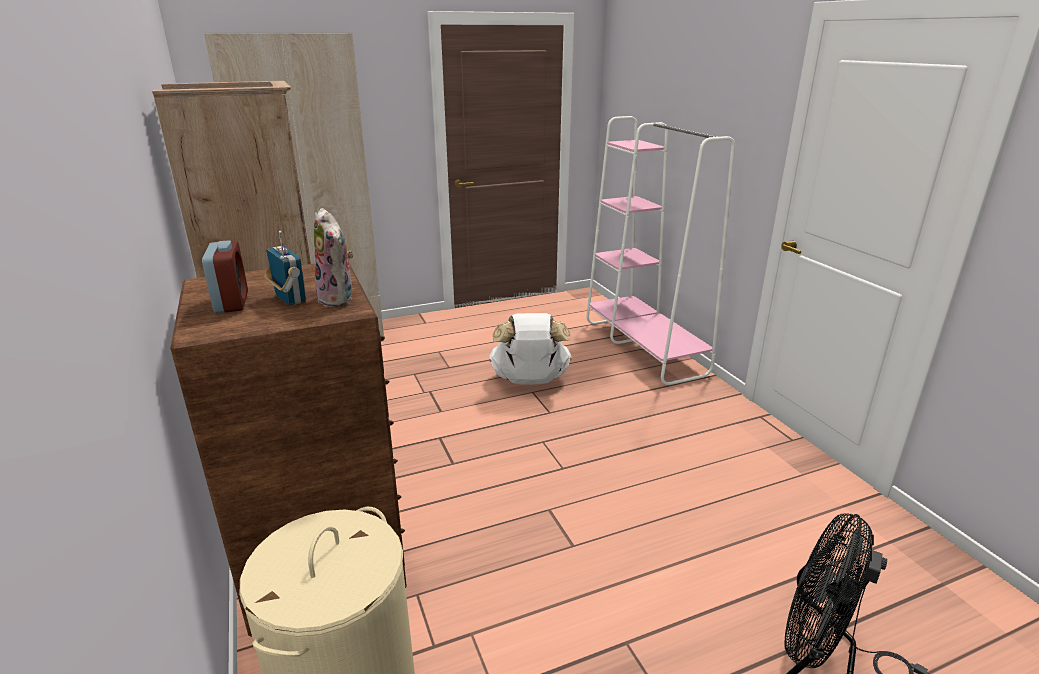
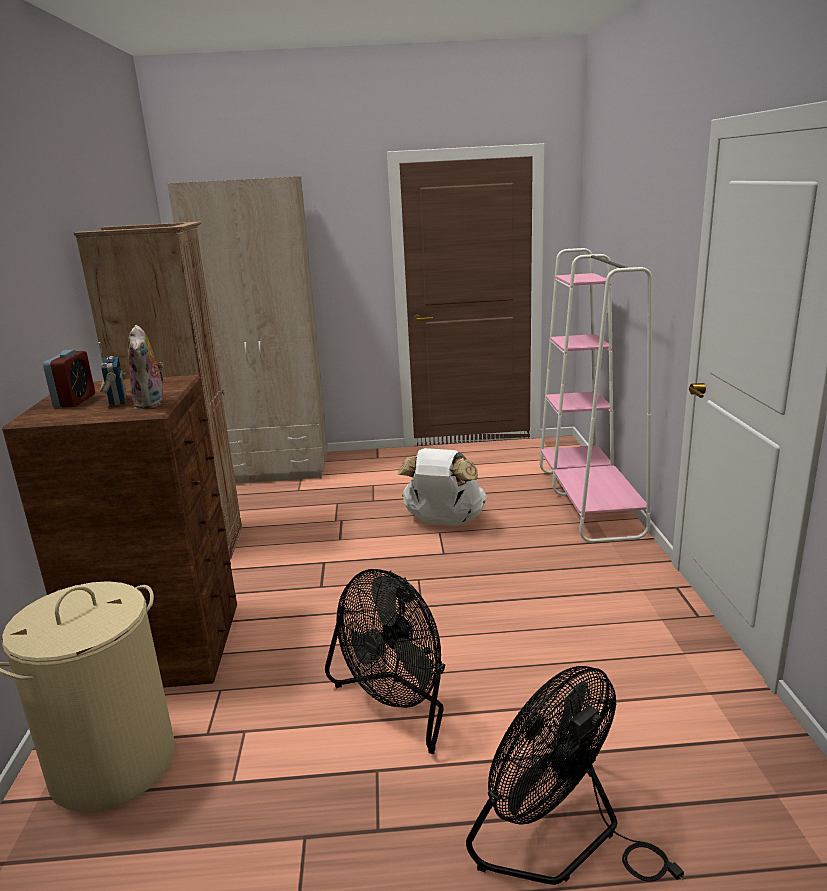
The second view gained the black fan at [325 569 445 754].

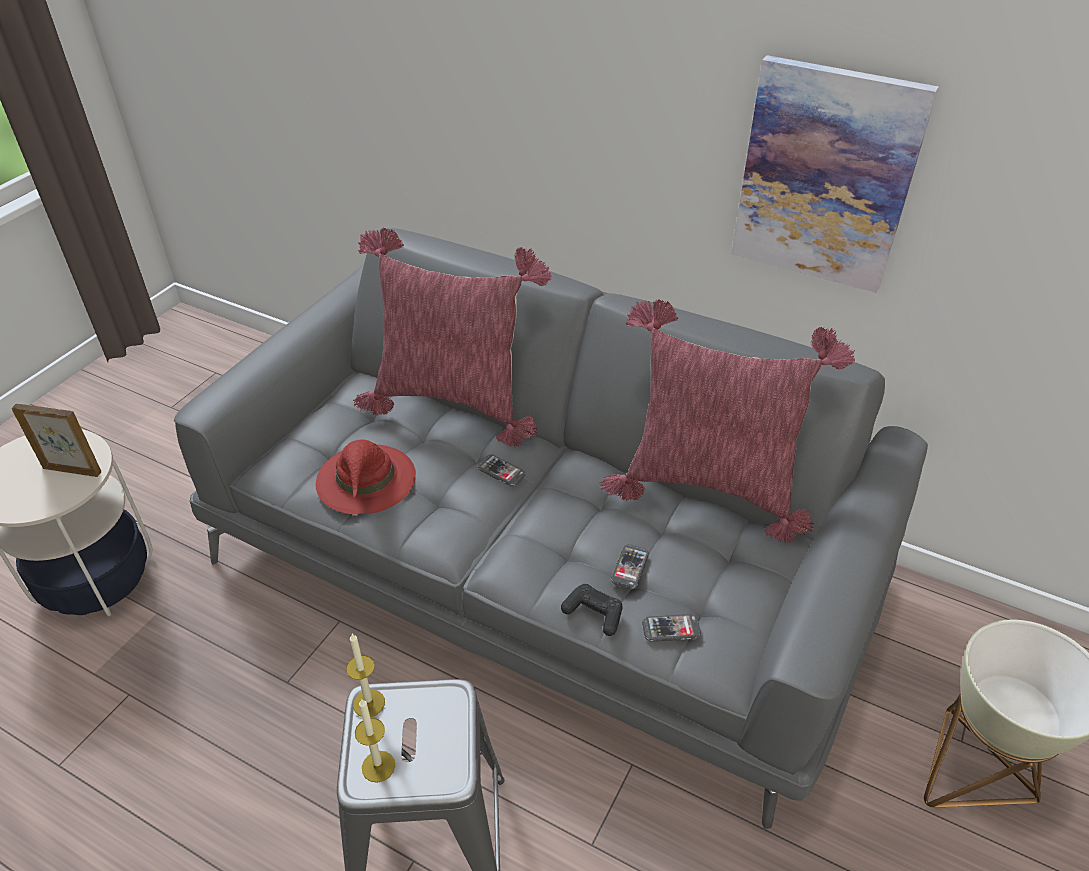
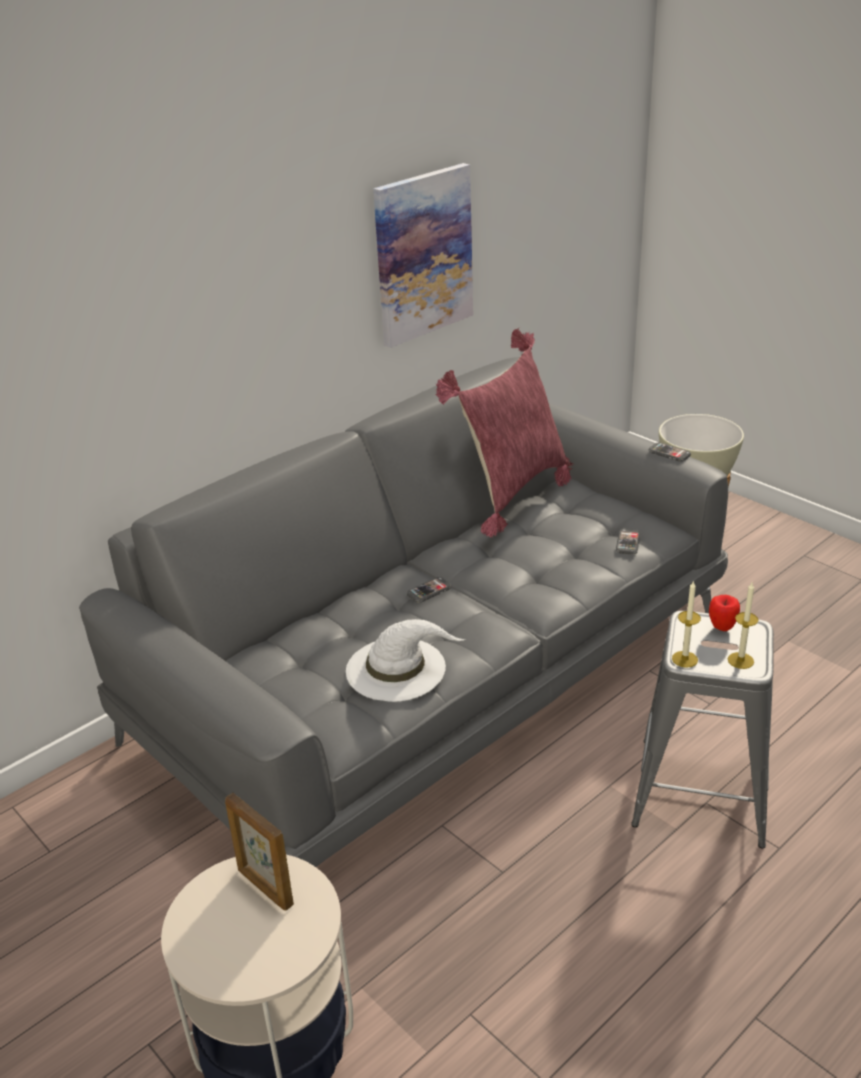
The second view lost the red-coloured pillow at [353 228 551 448].
The second view lost the black gamepad at [561 584 622 636].
The second view gained the apple fruit at [709 595 740 631].
The phone ended up elsewhere, having gone from [611 544 649 589] to [649 442 691 462].
What was the red-coloured wearable hat at [315 439 416 514] turned into the white wearable hat at [346 619 466 702].
The photo frame at [12 404 101 477] ended up facing another way, 75 degrees counterclockwise from before.

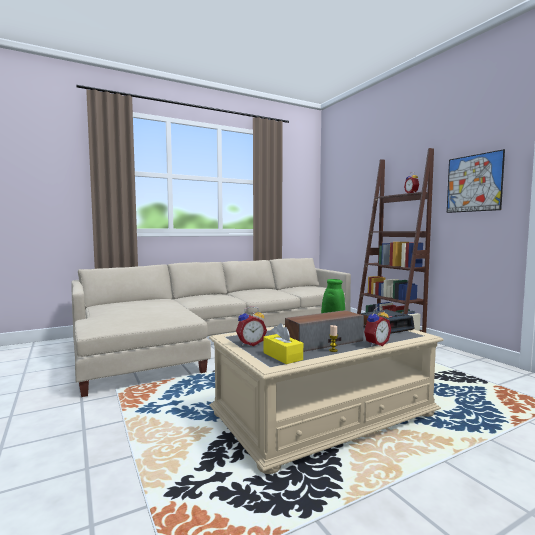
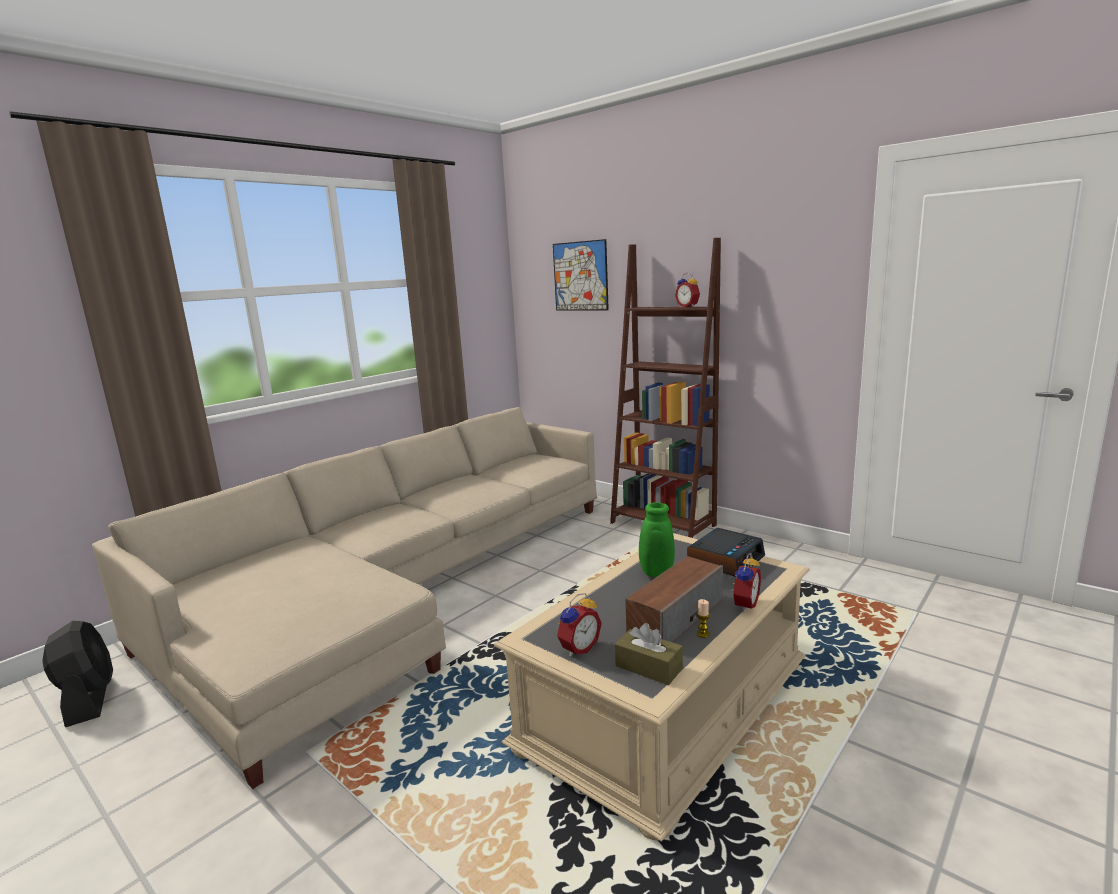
The second view gained the black fan at [42 621 113 727].
The picture ended up elsewhere, having gone from [447 149 505 213] to [553 239 609 311].
What was the yellow tissue holder at [264 323 303 364] turned into the brown tissue holder at [615 623 683 685].

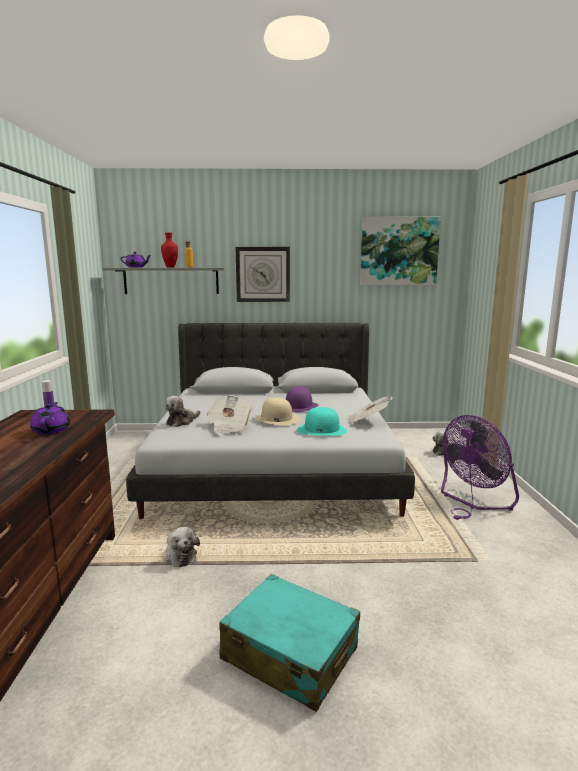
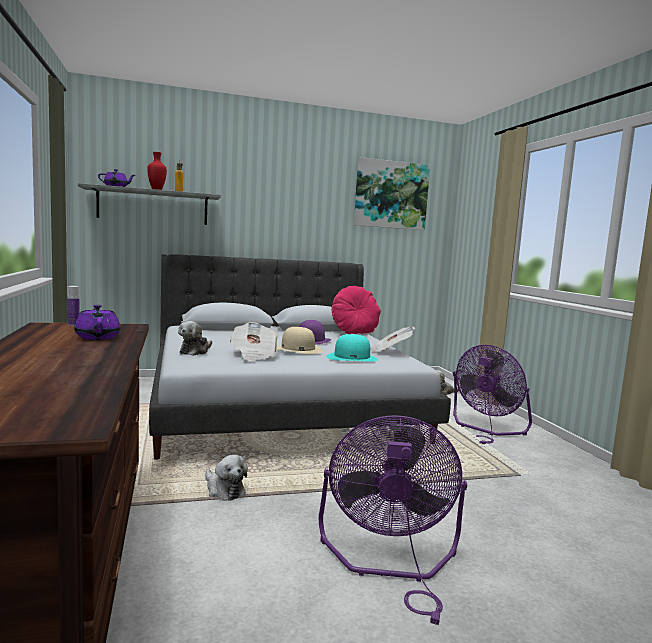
The second view lost the wall clock at [236 247 290 302].
The second view gained the pink-coloured pillow at [332 286 381 334].
Where the turquoise-coloured travel case stood at [219 574 360 712], the purplish fan came to stand at [319 415 467 625].

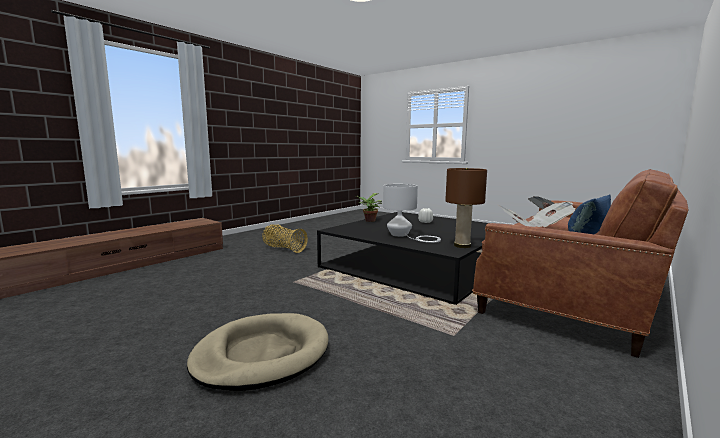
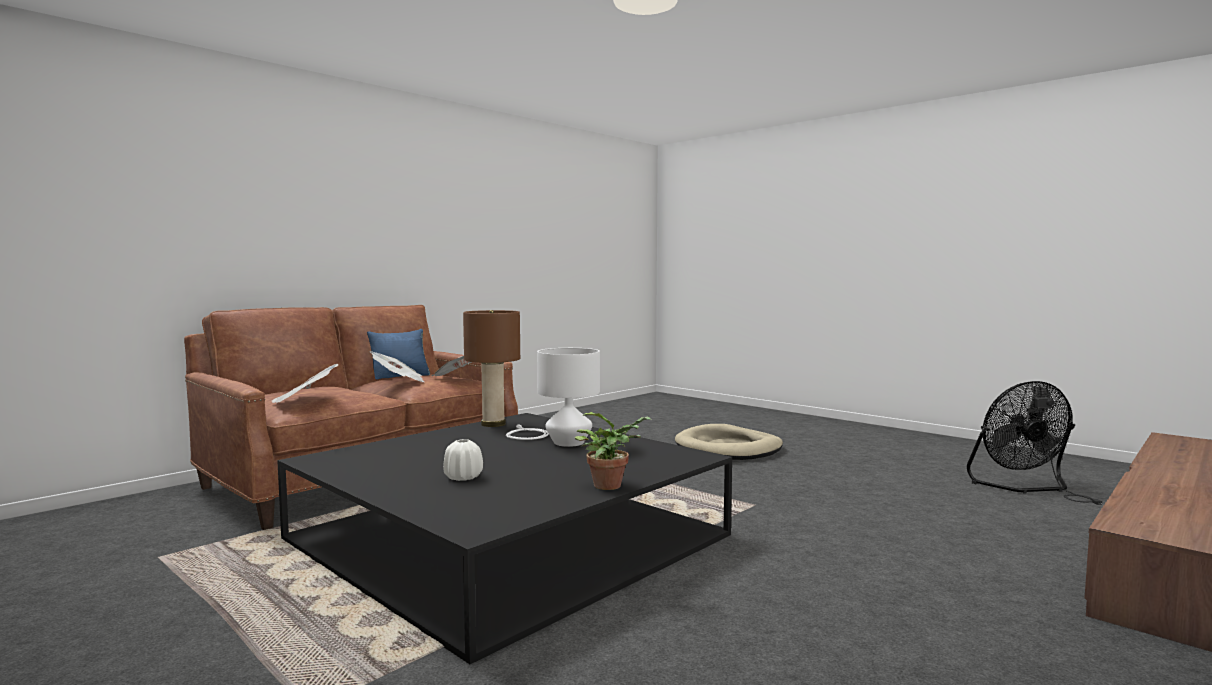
The second view lost the household basket at [262 224 308 253].
The second view gained the black fan at [967 381 1102 505].

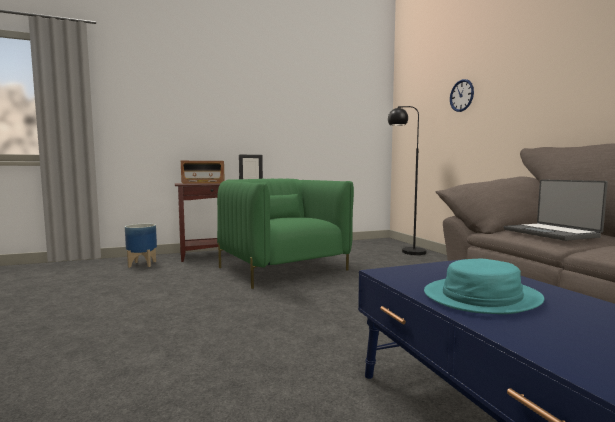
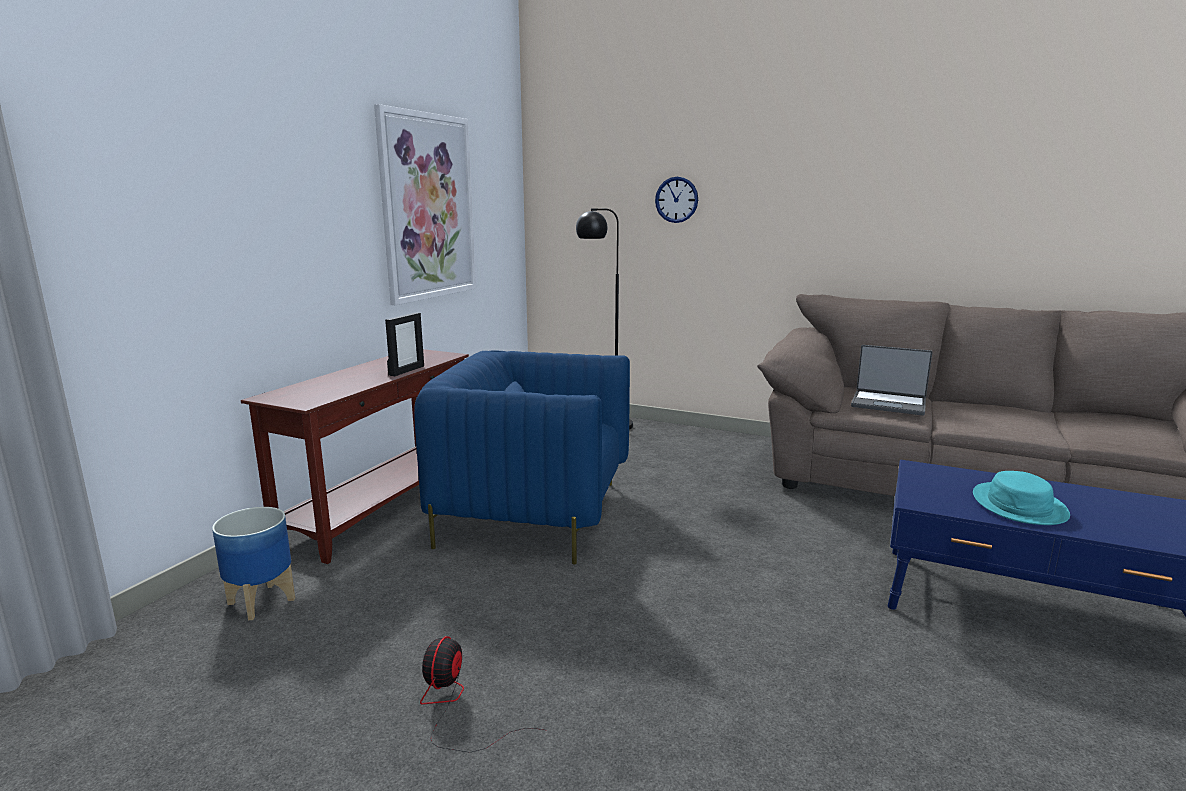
The second view lost the radio at [181 161 225 184].
The second view gained the picture at [374 104 476 305].
The second view gained the fan at [420 636 545 753].
What was the green-coloured armchair at [217 179 354 289] turned into the blue armchair at [414 350 630 565].

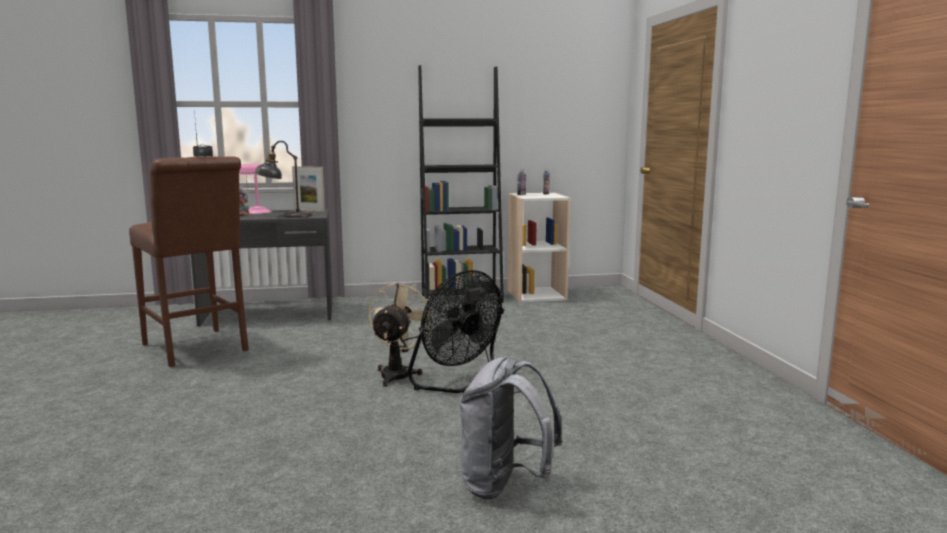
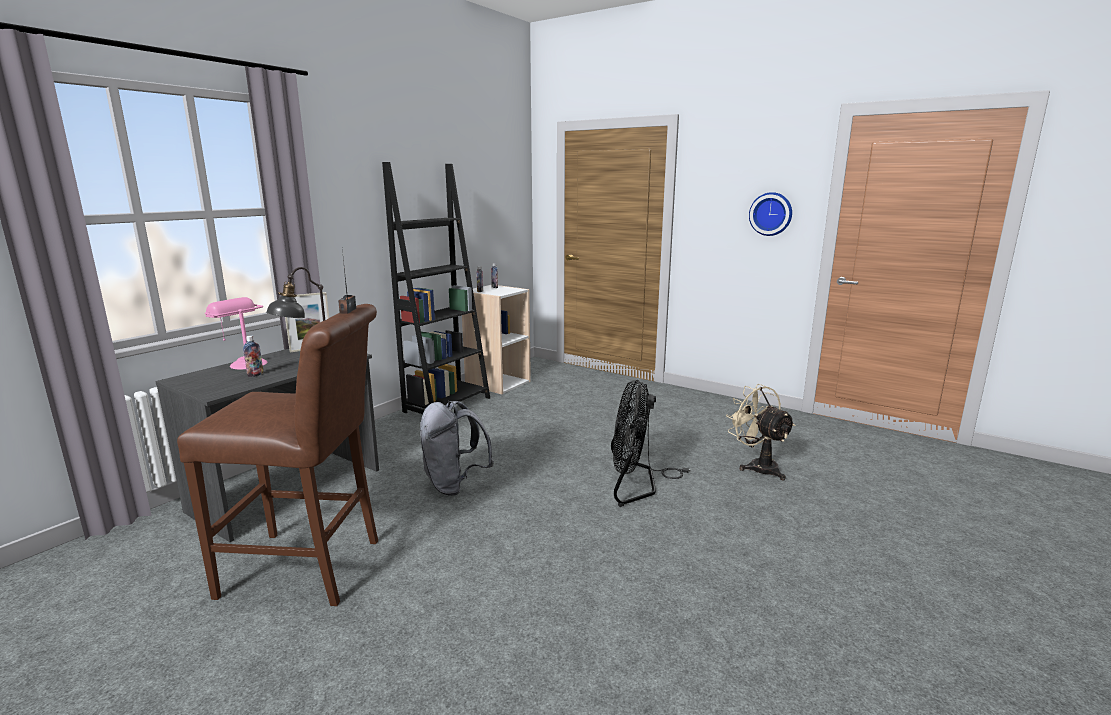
The second view gained the wall clock at [749 192 792 236].
The beige fan ended up elsewhere, having gone from [369 282 435 387] to [726 384 796 481].
The grey backpack ended up elsewhere, having gone from [459 357 562 500] to [420 401 494 496].

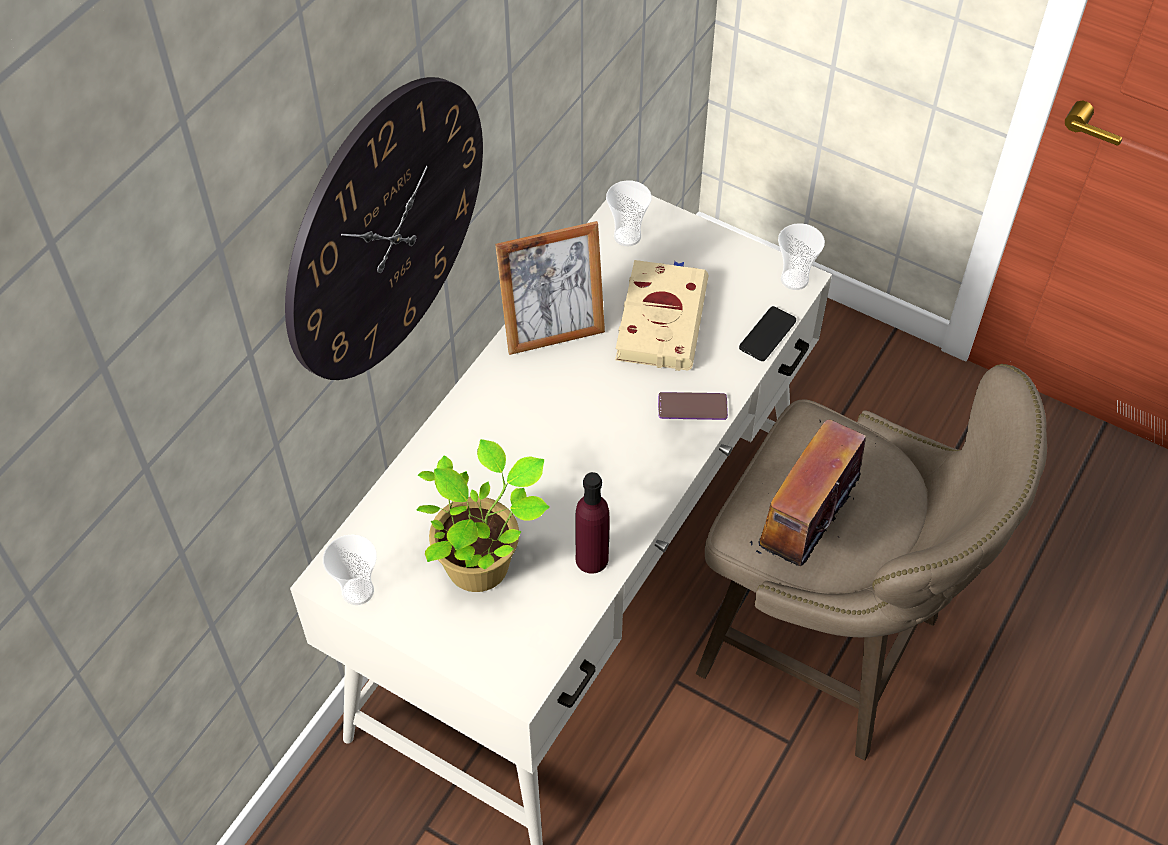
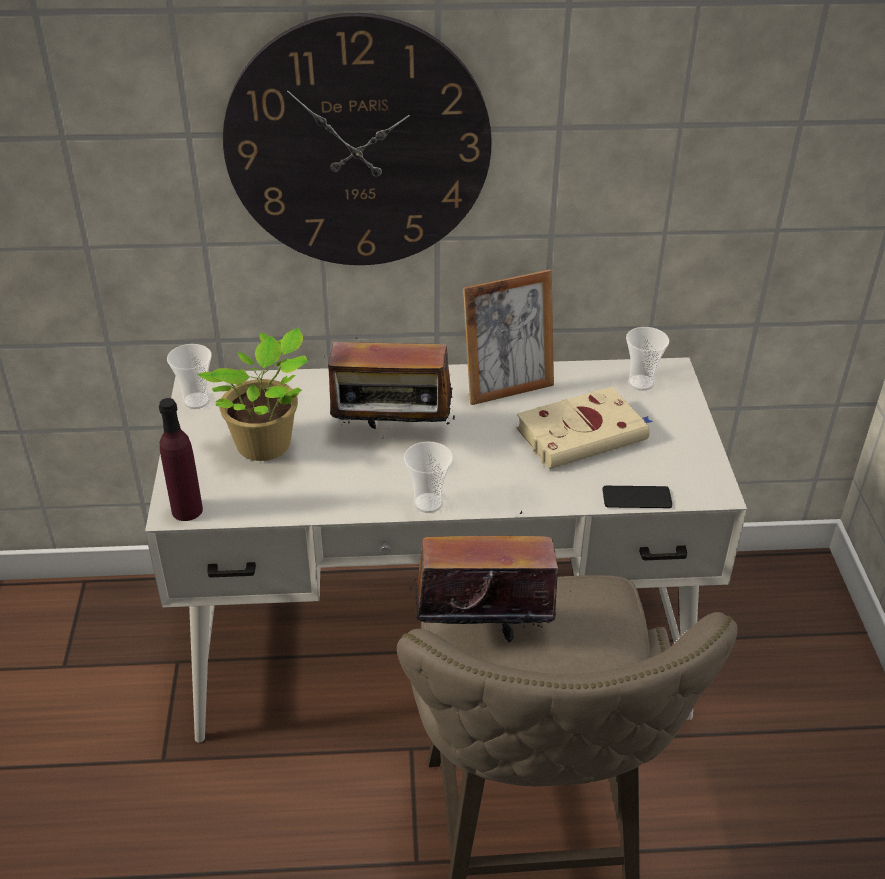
The second view lost the phone at [658 392 728 420].
The second view gained the radio at [324 323 455 429].
The purplish bottle ended up elsewhere, having gone from [576 472 609 574] to [159 398 203 521].
The small cup ended up elsewhere, having gone from [778 223 825 290] to [404 441 453 513].
The photo frame at [495 221 605 355] ended up facing another way, 60 degrees counterclockwise from before.

